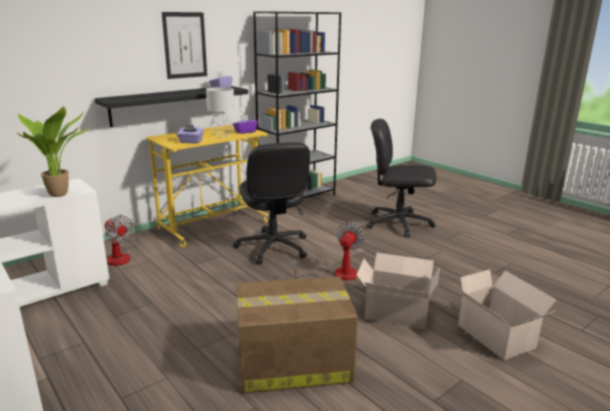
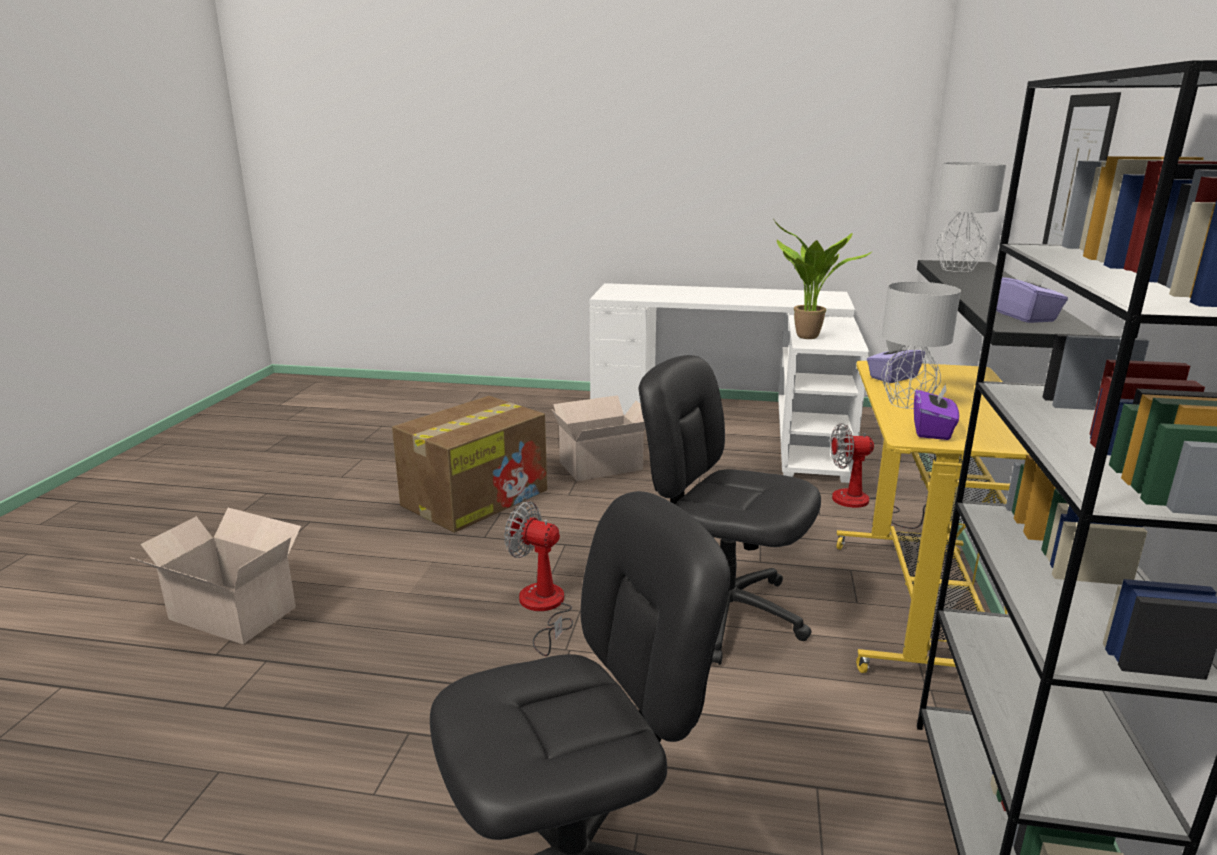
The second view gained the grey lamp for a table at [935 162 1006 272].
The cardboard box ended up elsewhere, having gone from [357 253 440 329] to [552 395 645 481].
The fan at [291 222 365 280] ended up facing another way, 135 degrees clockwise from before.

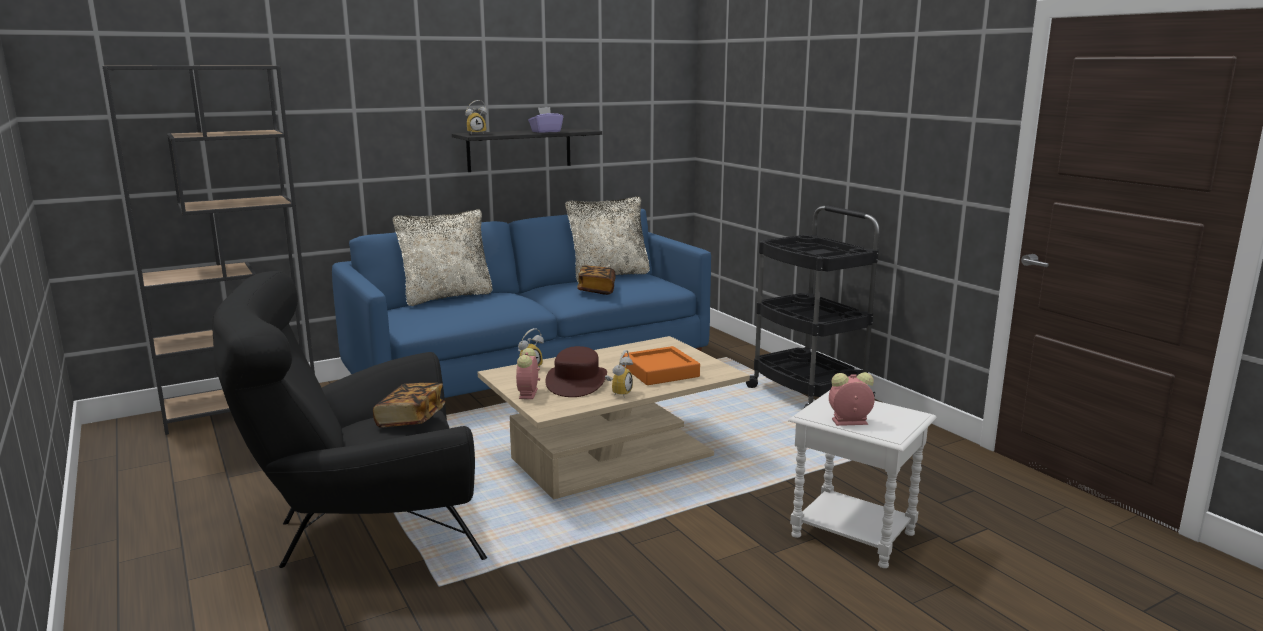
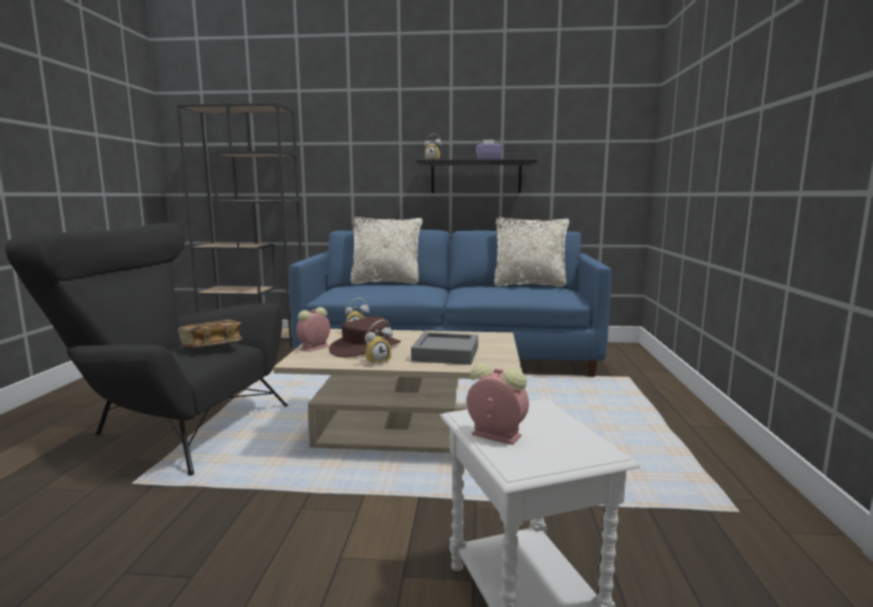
The second view lost the volume at [577 265 616 295].
The second view lost the black trolley at [746 205 879 408].
What was the orange tray at [623 346 700 385] turned into the grey tray at [411 332 478 365].

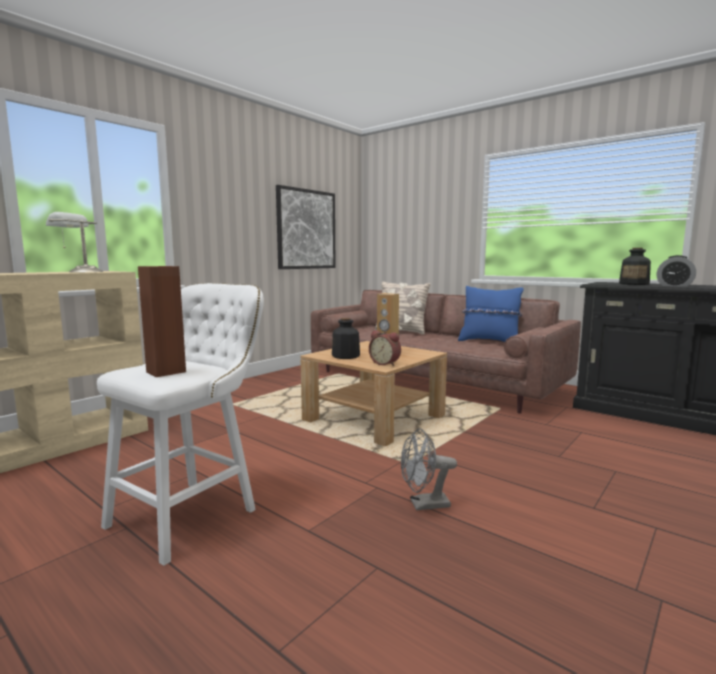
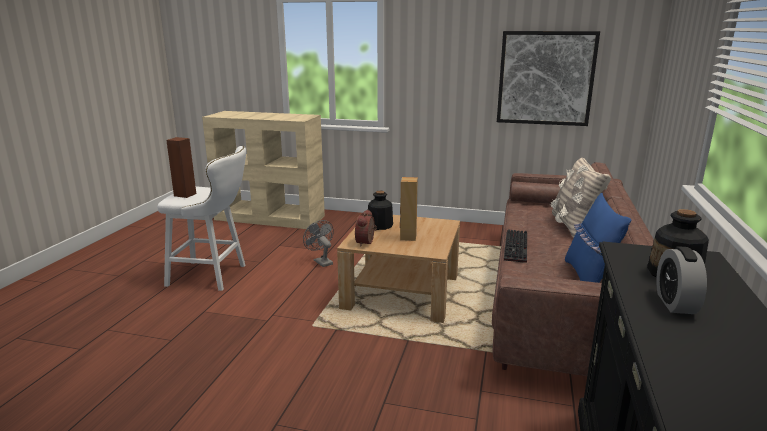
The second view lost the white lamp for a table at [46 212 104 272].
The second view gained the computer keyboard at [504 229 527 263].
The grey fan ended up elsewhere, having gone from [401 428 457 511] to [303 220 334 267].

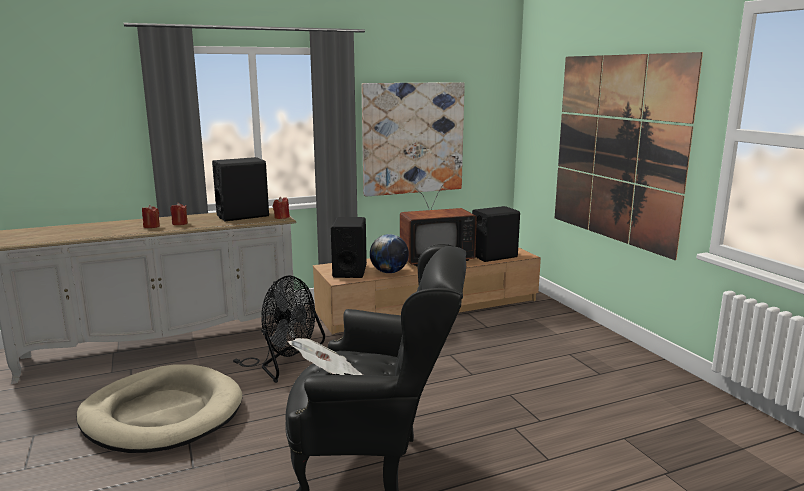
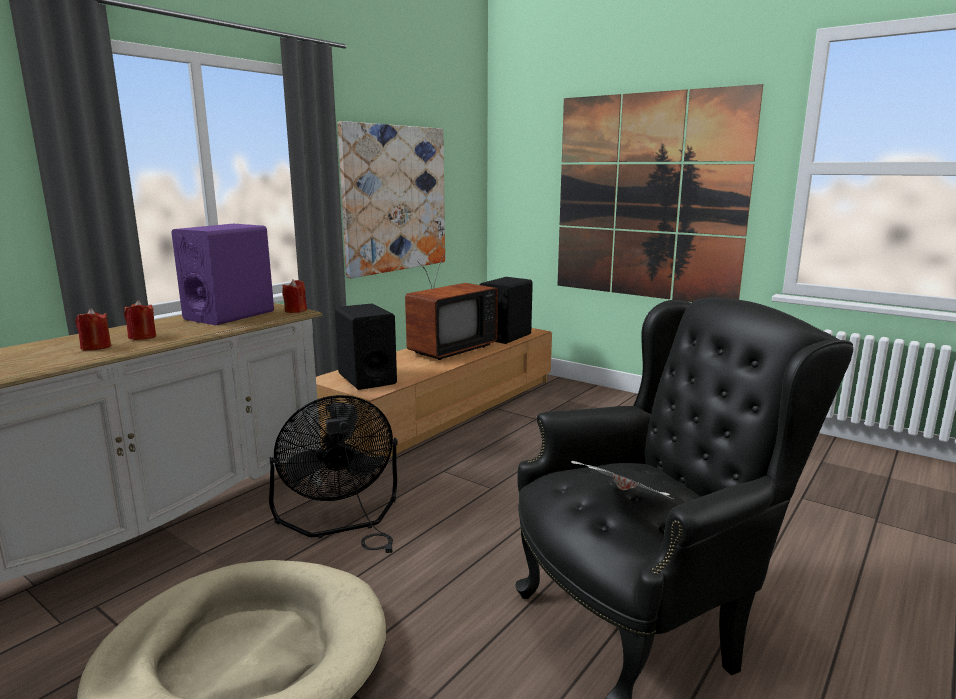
The second view lost the globe at [370 234 409 273].
What was the black loudspeaker at [212 157 269 222] turned into the purplish loudspeaker at [171 224 274 325].
The black fan at [233 276 325 383] ended up facing another way, 105 degrees counterclockwise from before.

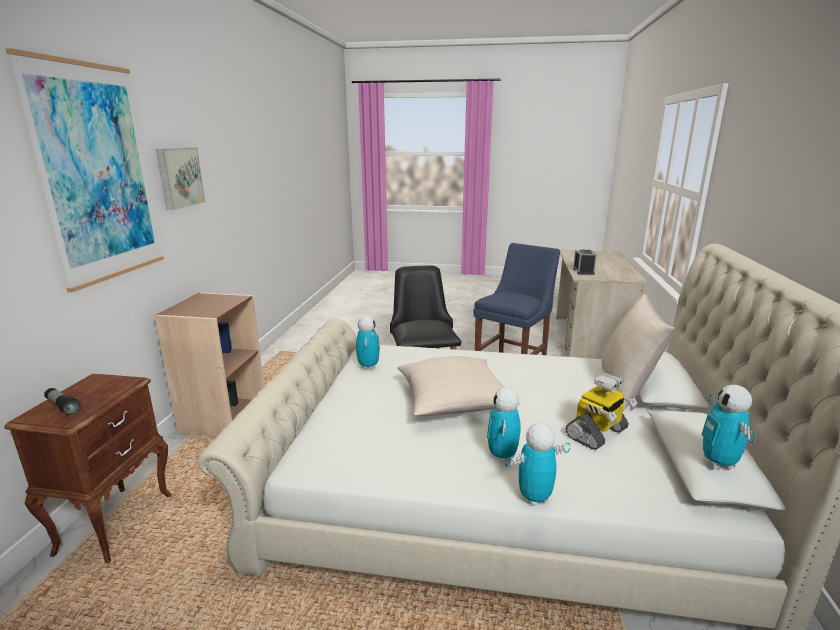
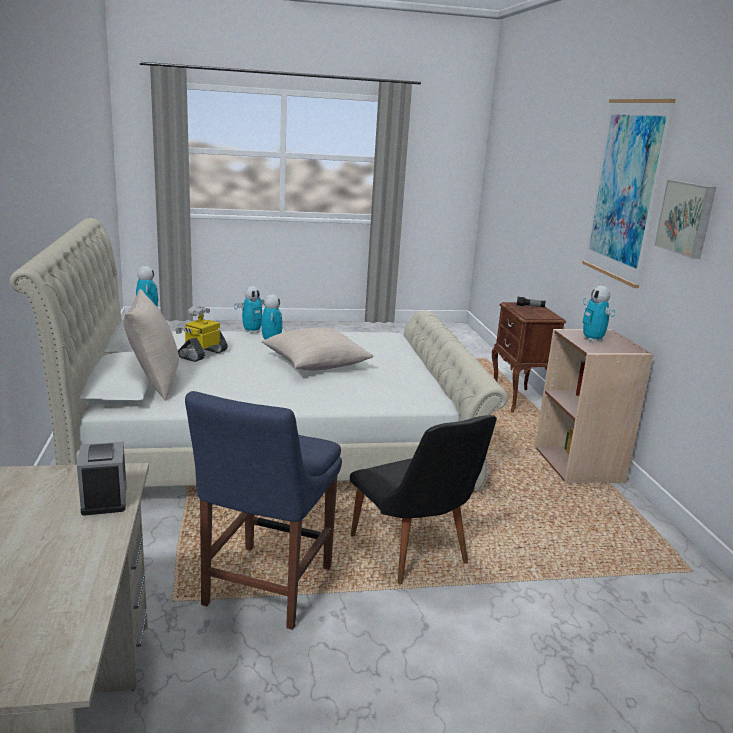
The toy robot ended up elsewhere, having gone from [356 315 380 369] to [583 286 615 342].

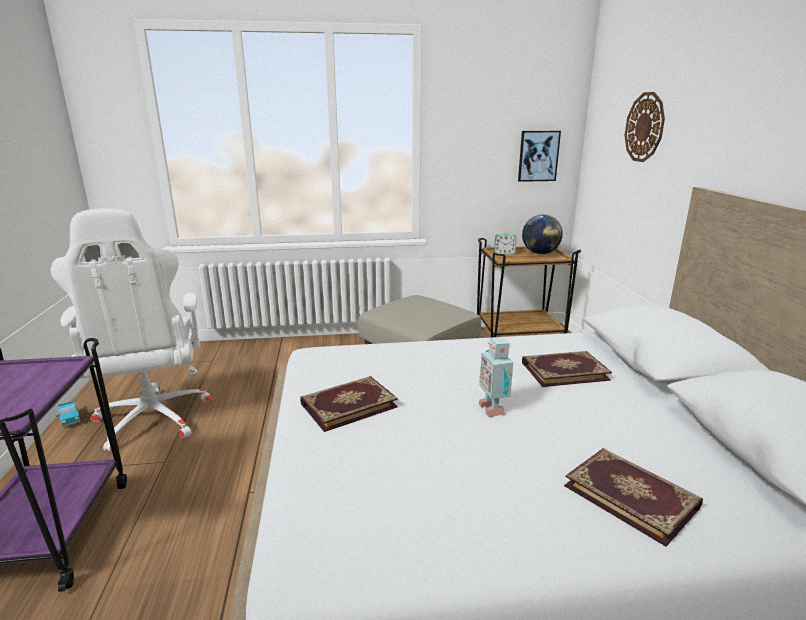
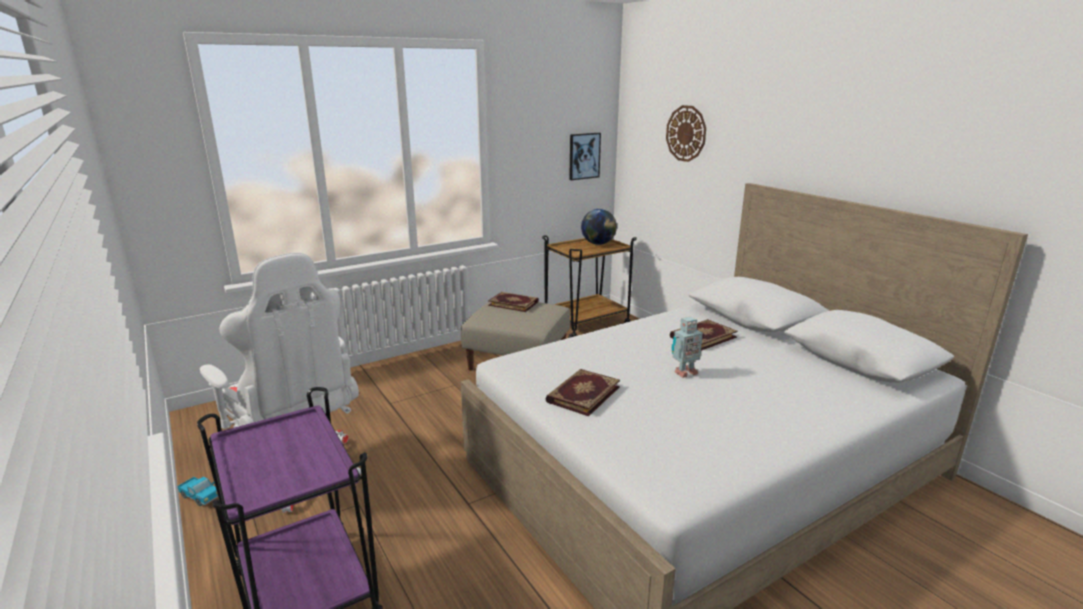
The second view lost the table clock at [494 233 517 255].
The volume ended up elsewhere, having gone from [564 448 703 547] to [488 292 539 312].
The toy robot at [479 337 513 417] ended up facing another way, 75 degrees counterclockwise from before.

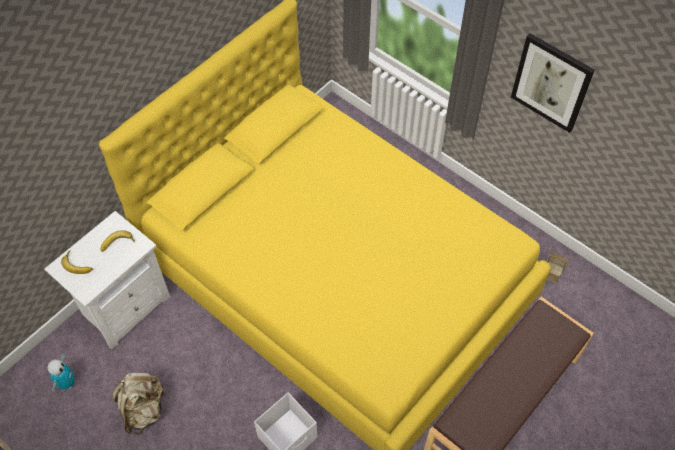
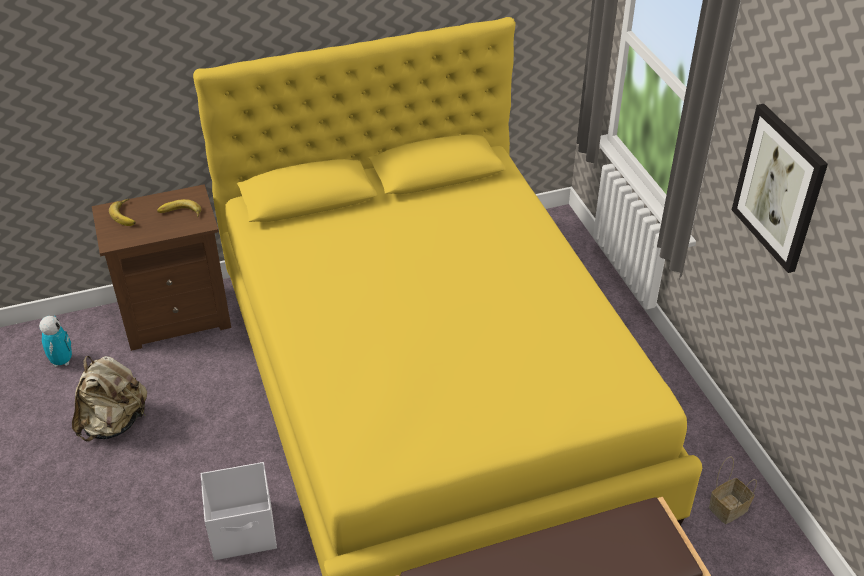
What was the white nightstand at [45 211 170 350] turned into the brown nightstand at [92 184 231 351].
The toy robot at [48 352 74 392] ended up facing another way, 45 degrees counterclockwise from before.

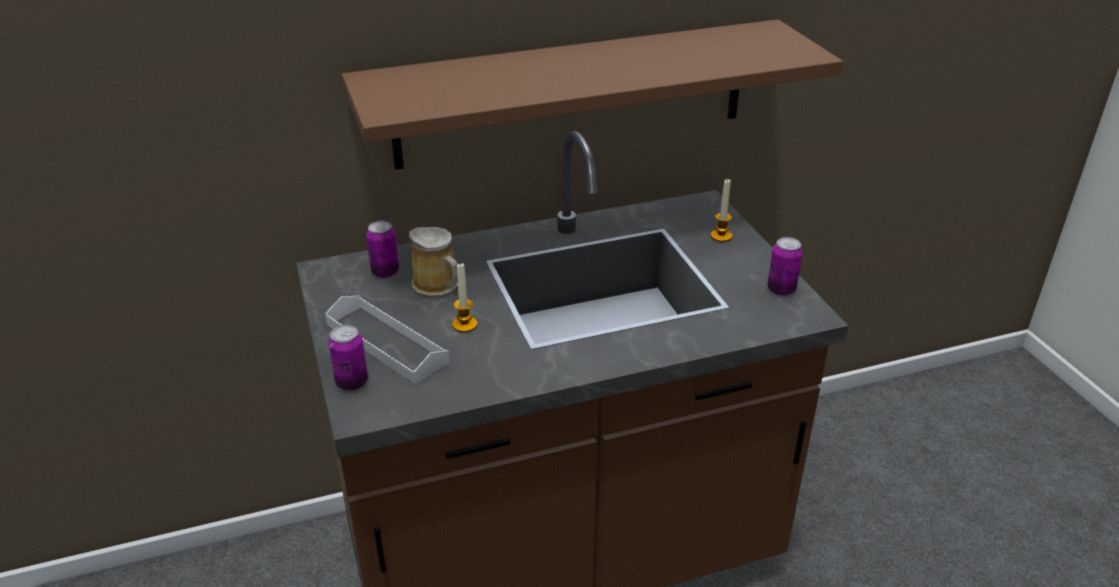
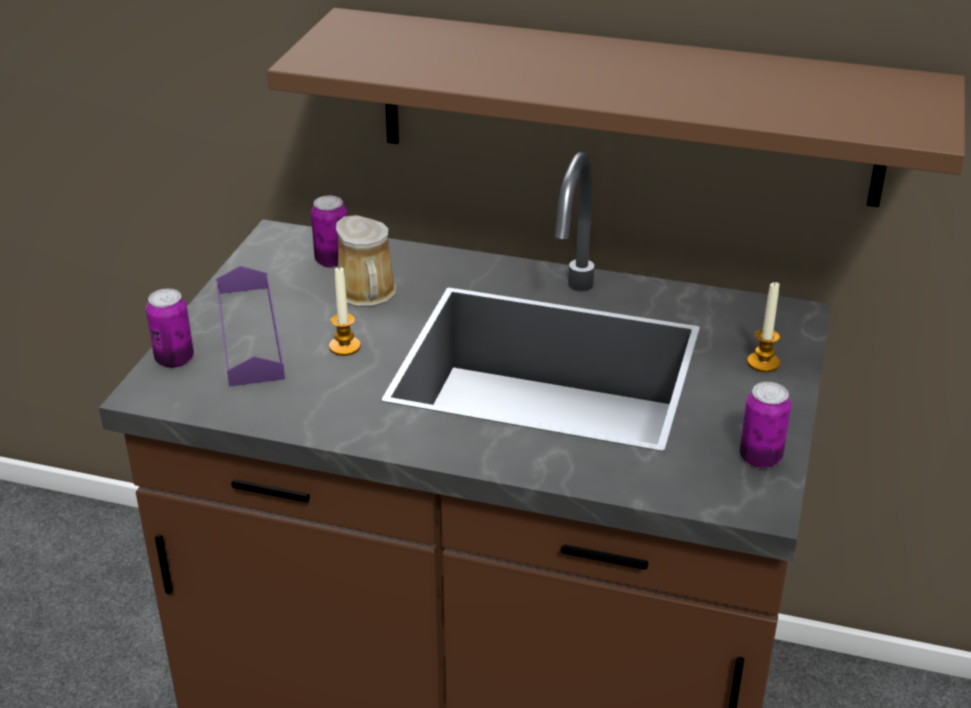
What was the white tray at [325 296 450 384] turned into the purplish tray at [216 266 285 387].

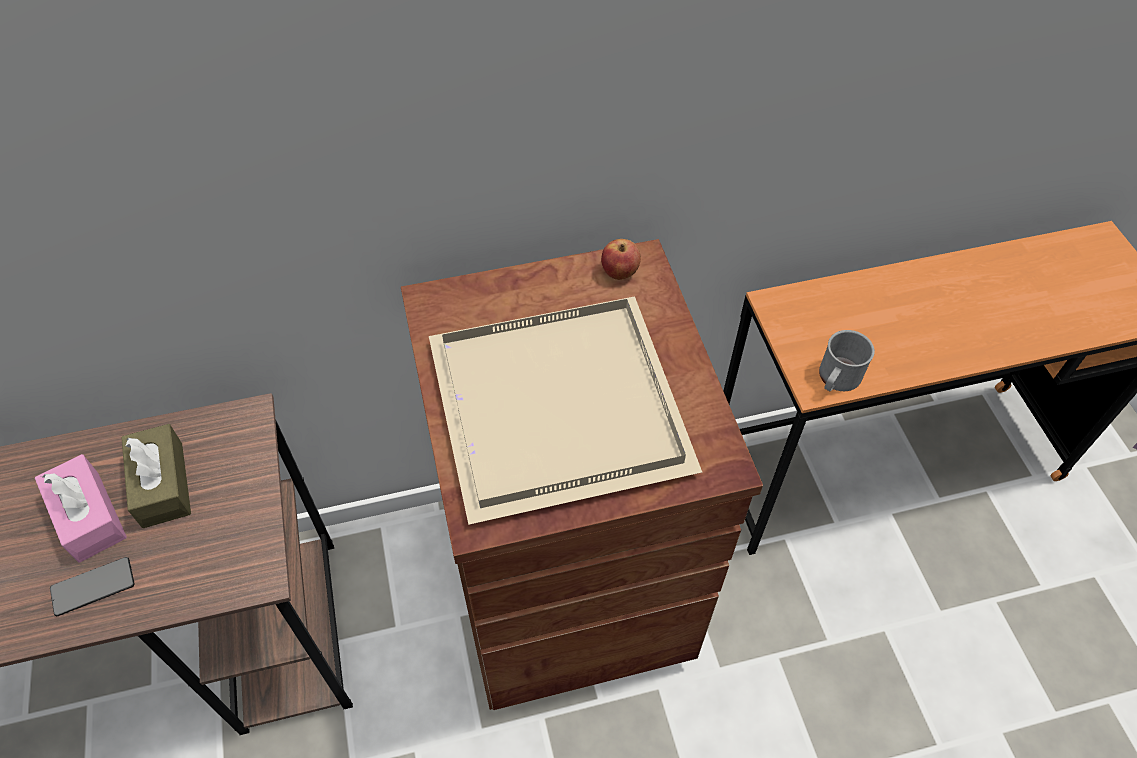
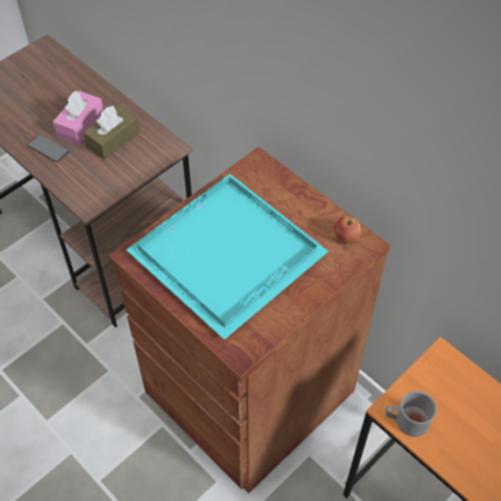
What was the beige tray at [429 296 702 525] turned into the turquoise-coloured tray at [126 174 329 340].

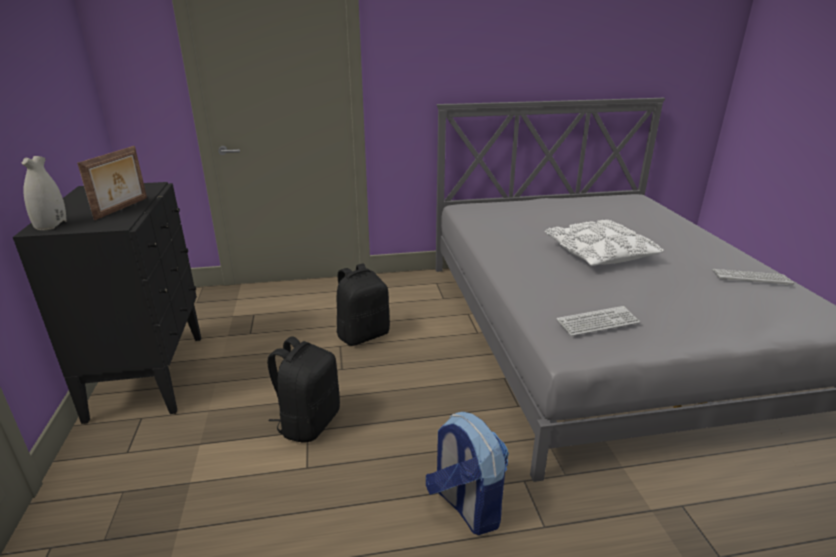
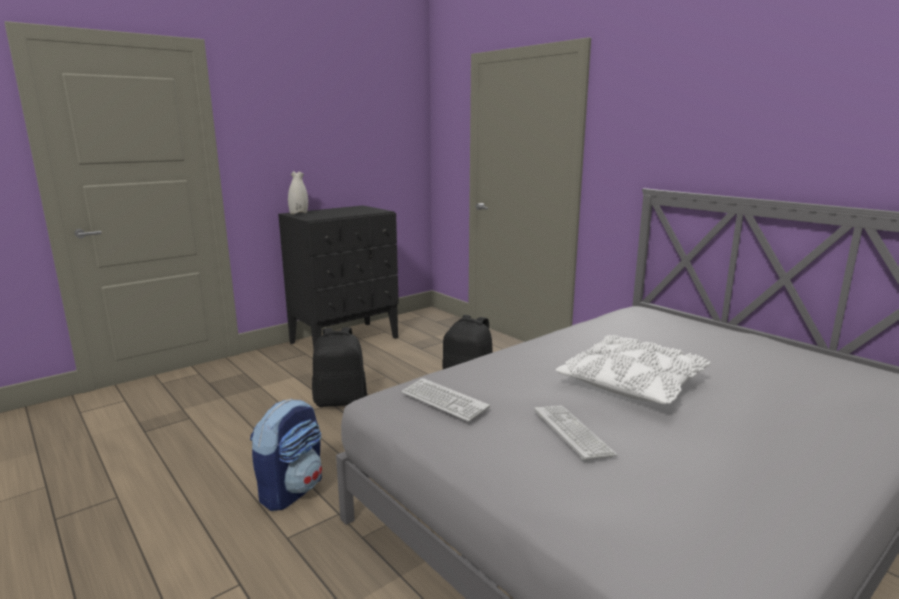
The second view lost the photo frame at [77 146 147 220].
The computer keyboard ended up elsewhere, having gone from [712 269 794 286] to [534 406 618 460].

